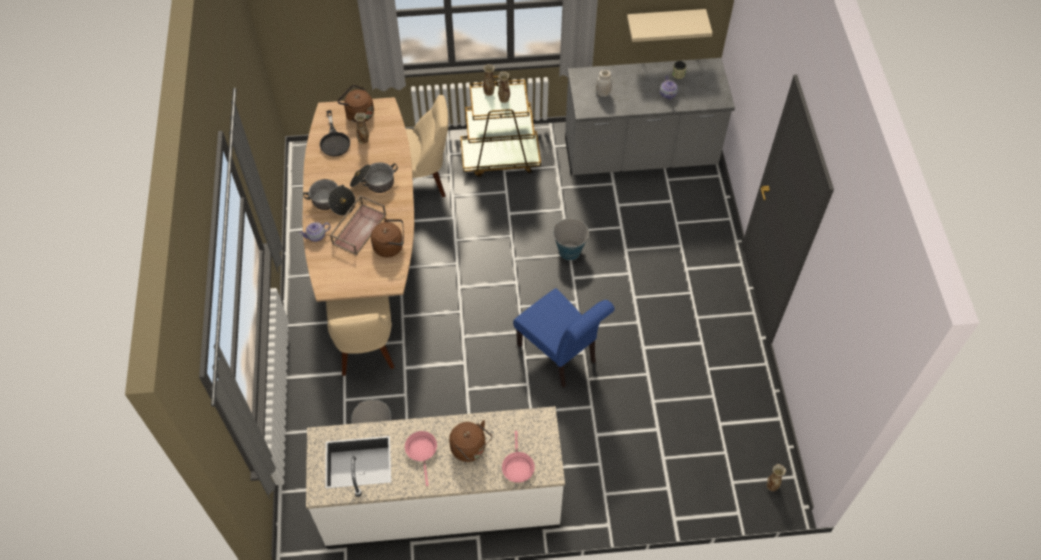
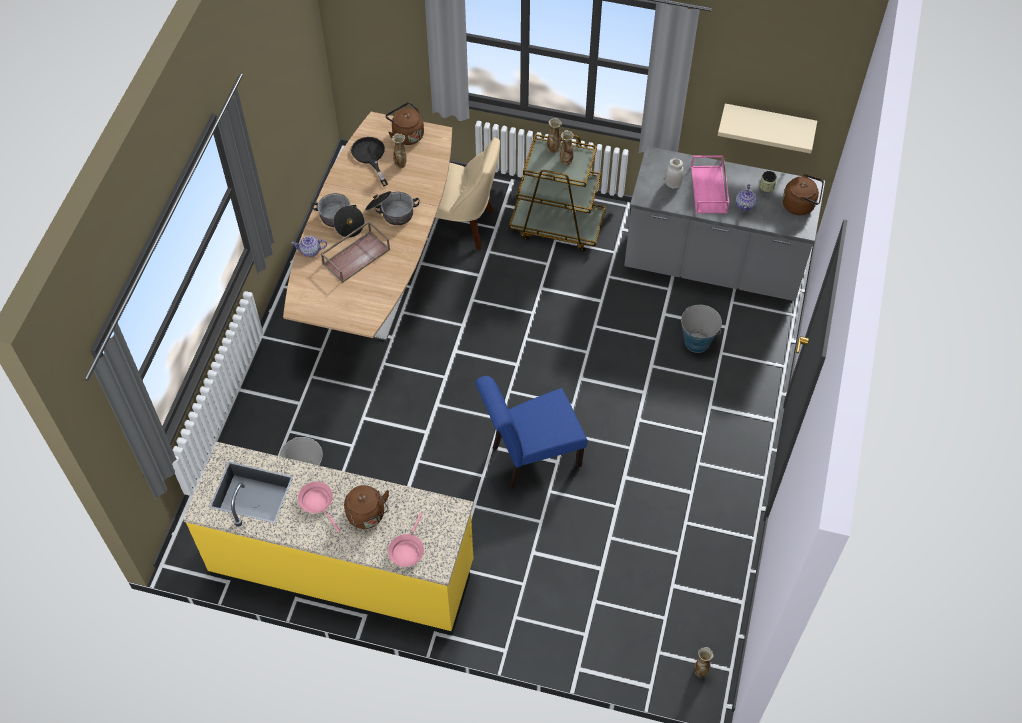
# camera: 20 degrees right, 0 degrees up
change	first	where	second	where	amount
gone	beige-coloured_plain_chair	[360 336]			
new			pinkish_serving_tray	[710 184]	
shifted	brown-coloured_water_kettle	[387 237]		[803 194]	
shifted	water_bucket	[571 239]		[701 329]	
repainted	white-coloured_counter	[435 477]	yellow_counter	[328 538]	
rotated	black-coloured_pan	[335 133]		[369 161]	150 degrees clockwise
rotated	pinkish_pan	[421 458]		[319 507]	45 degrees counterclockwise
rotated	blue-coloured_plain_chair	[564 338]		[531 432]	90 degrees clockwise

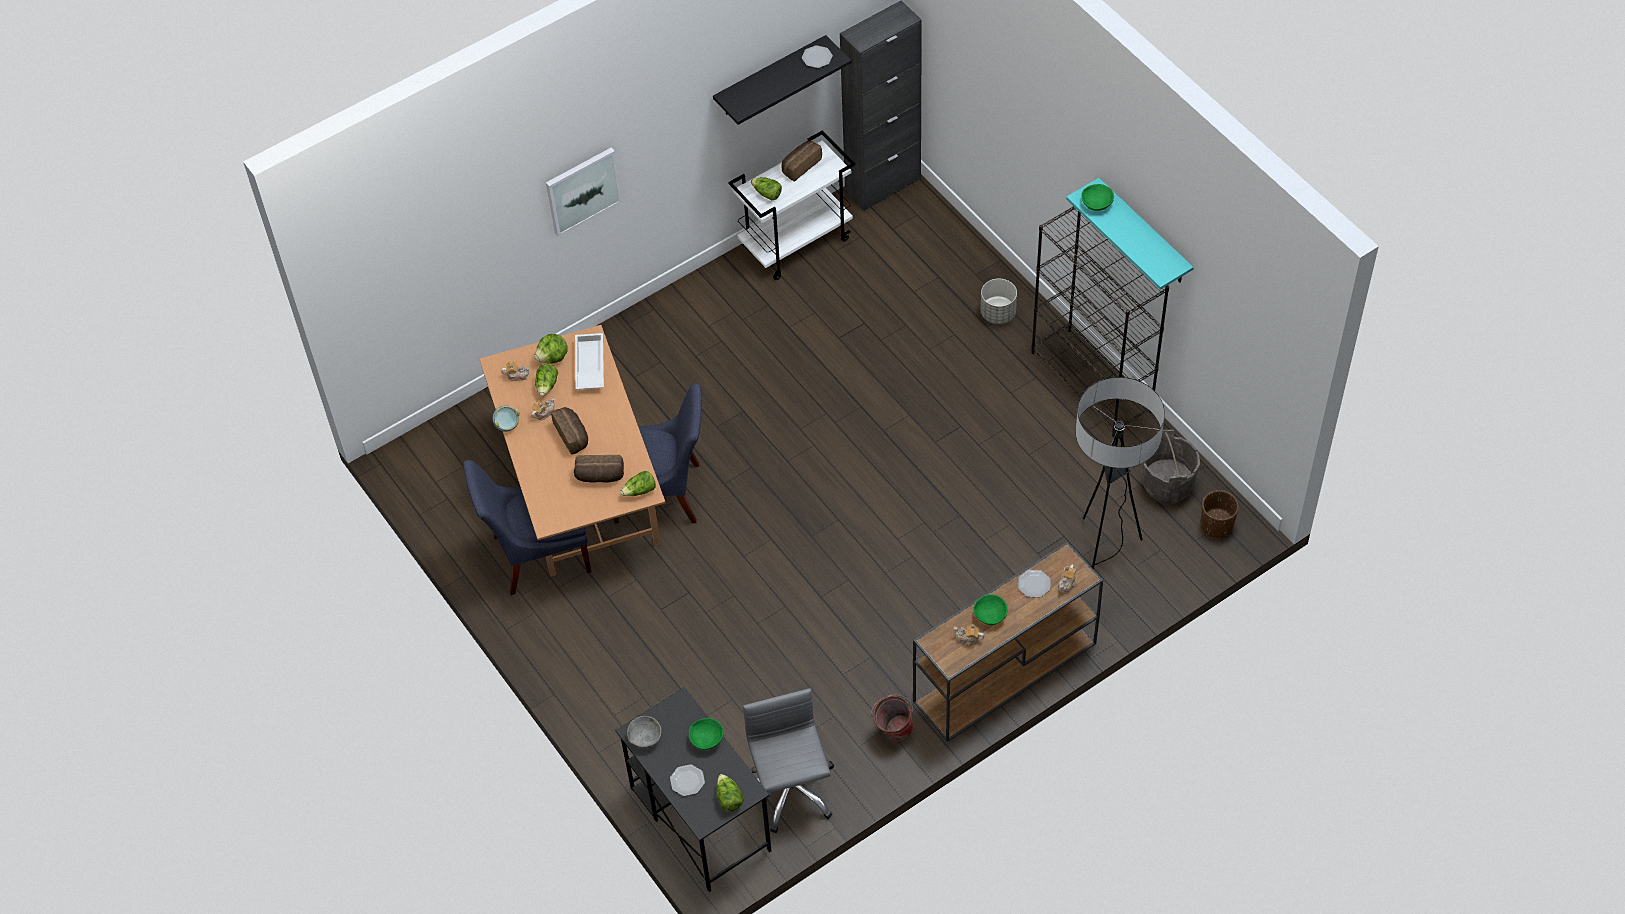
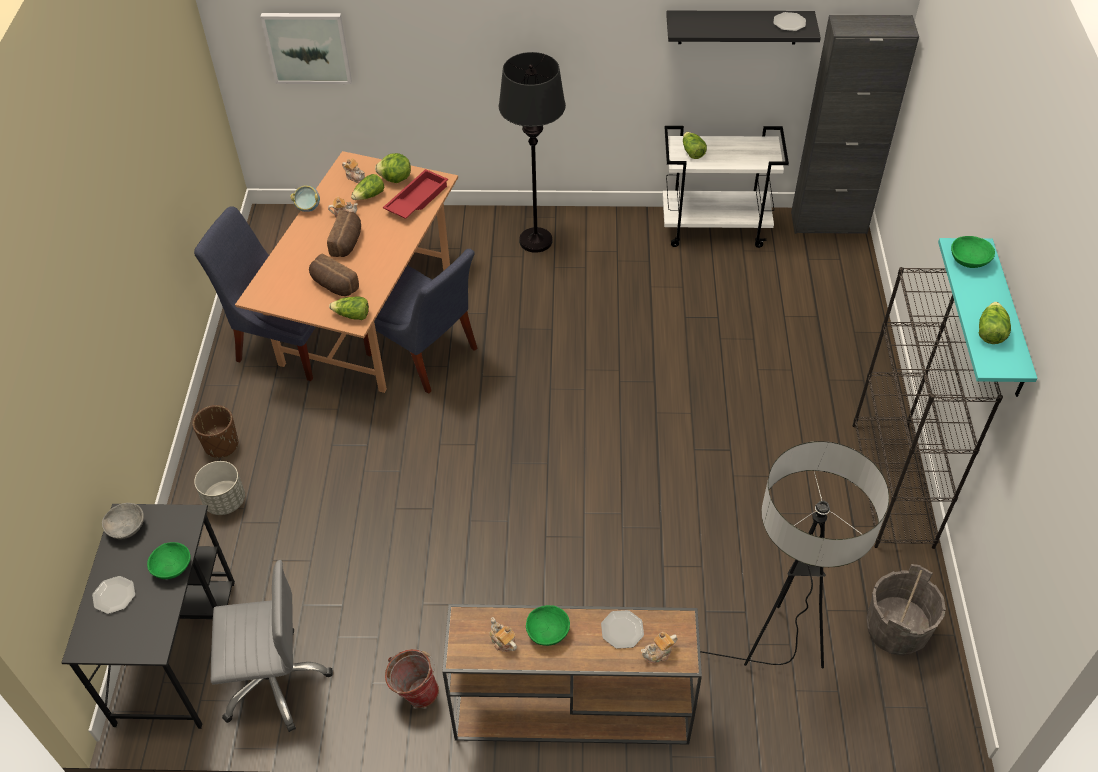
# camera: 35 degrees right, 5 degrees down
change	first	where	second	where	amount
gone	bakery_bread	[801 161]			
new			black-coloured_standard_lamp	[532 152]	
shifted	wall_picture	[584 192]		[306 48]	
shifted	head_of_lettuce	[729 792]		[995 323]	
shifted	grey_flower_pot	[999 301]		[219 488]	
shifted	brown-coloured_flower_pot	[1220 514]		[215 431]	
repainted	white-coloured_serving_tray	[589 361]	red_serving_tray	[415 194]	
rotated	grey_office_chair	[788 760]		[272 646]	60 degrees clockwise

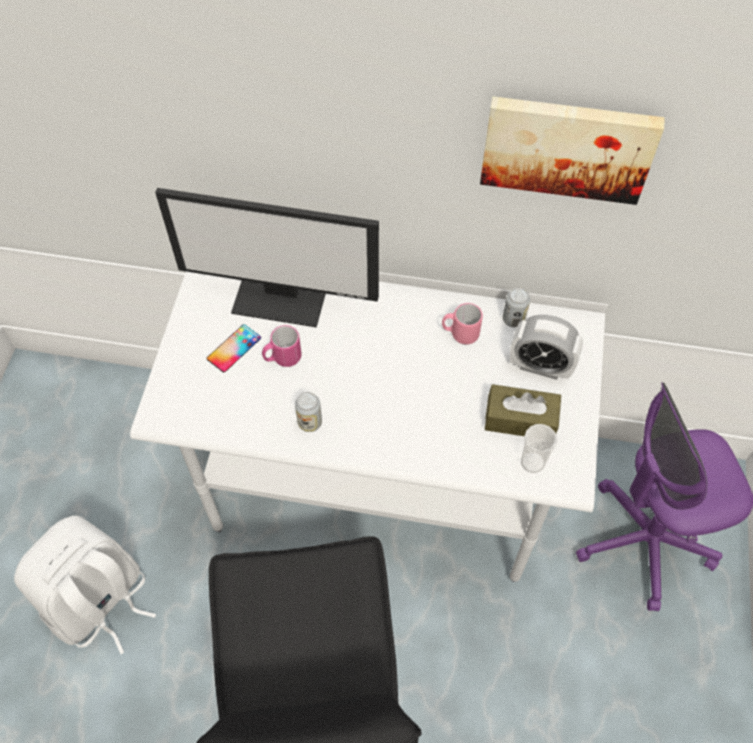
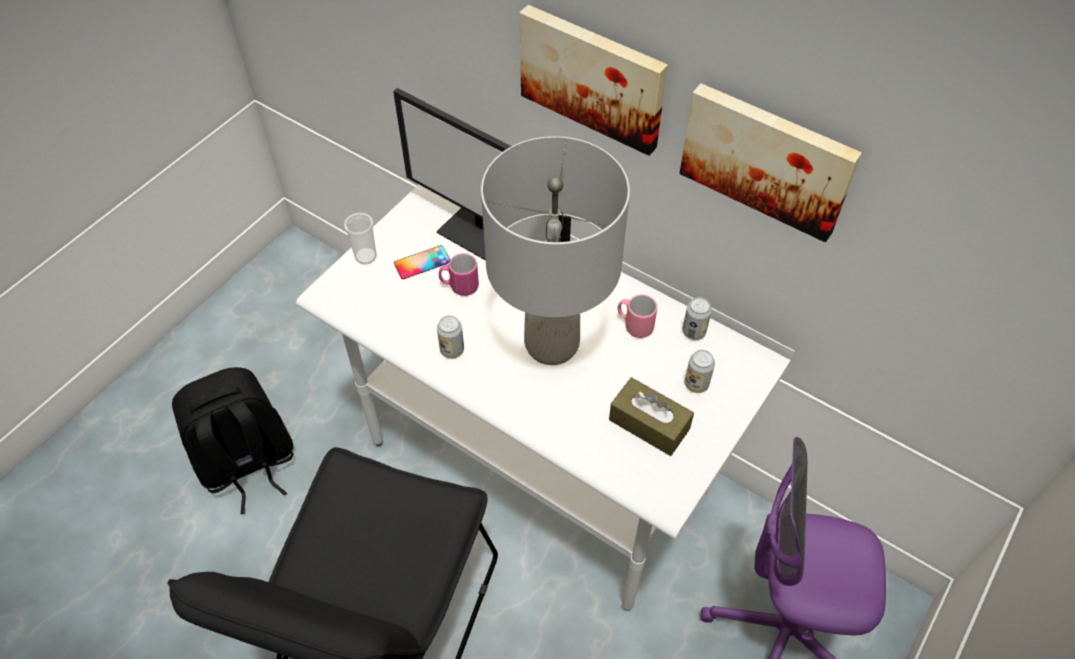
# camera: 25 degrees right, 5 degrees down
change	first	where	second	where	amount
new			grey_lamp_for_a_table	[555 250]	
new			wall_picture	[594 80]	
shifted	cup	[539 448]		[360 238]	
swapped	table_clock	[546 347]	can	[700 371]	
repainted	white-coloured_backpack	[85 585]	black-coloured_backpack	[233 440]	

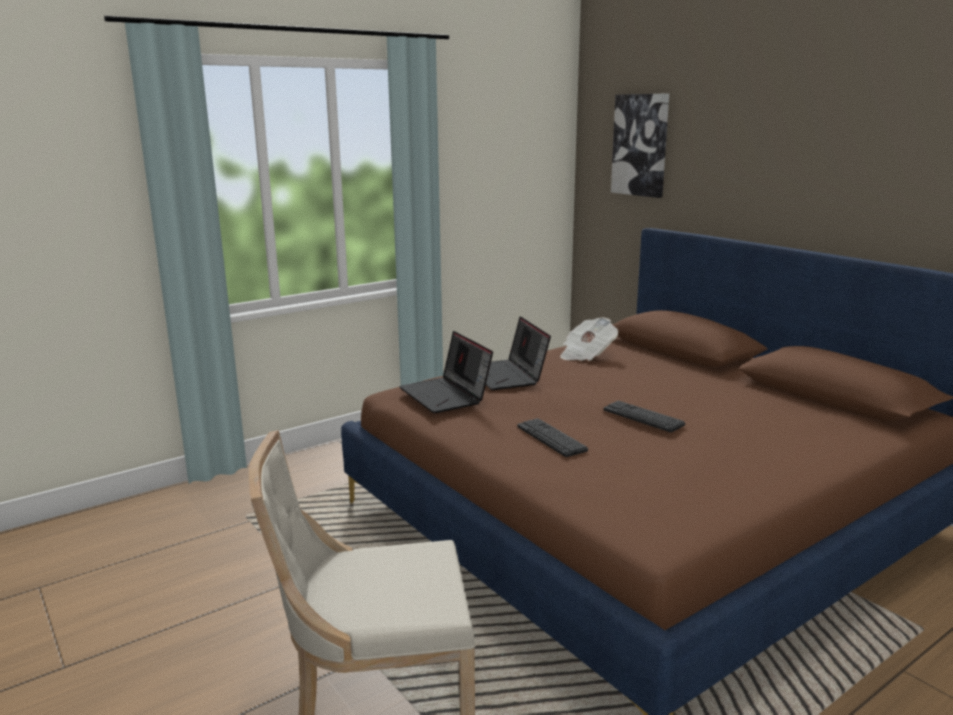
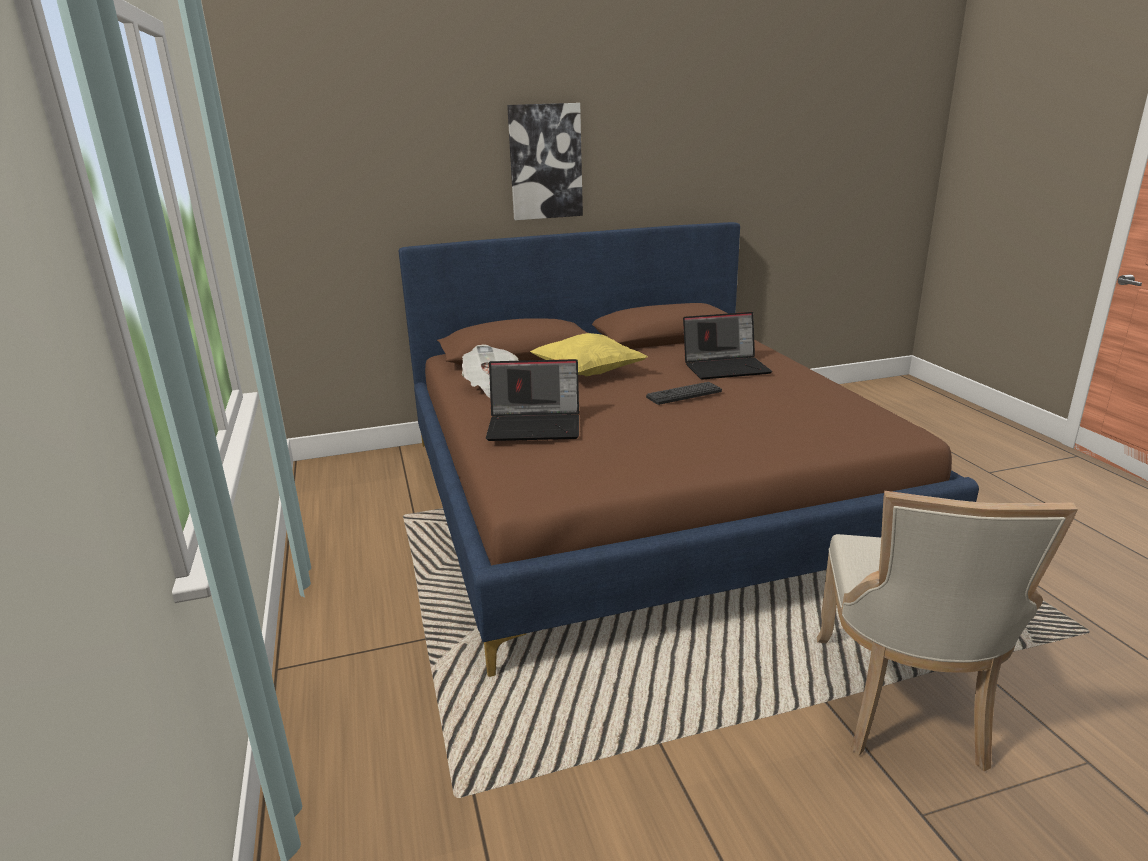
# camera: 70 degrees left, 5 degrees up
change	first	where	second	where	amount
gone	computer_keyboard	[553 437]			
new			yellow_throw_pillow	[589 354]	
shifted	notebook_computer	[446 372]		[727 346]	
shifted	wall_picture	[640 146]		[545 161]	

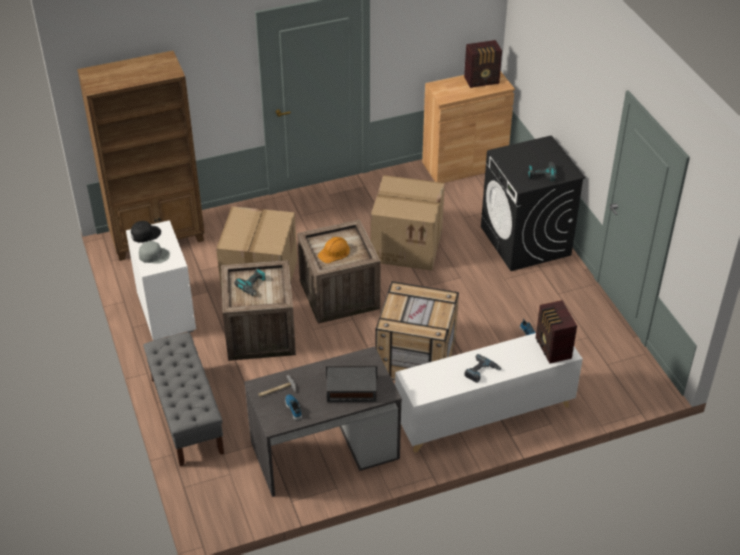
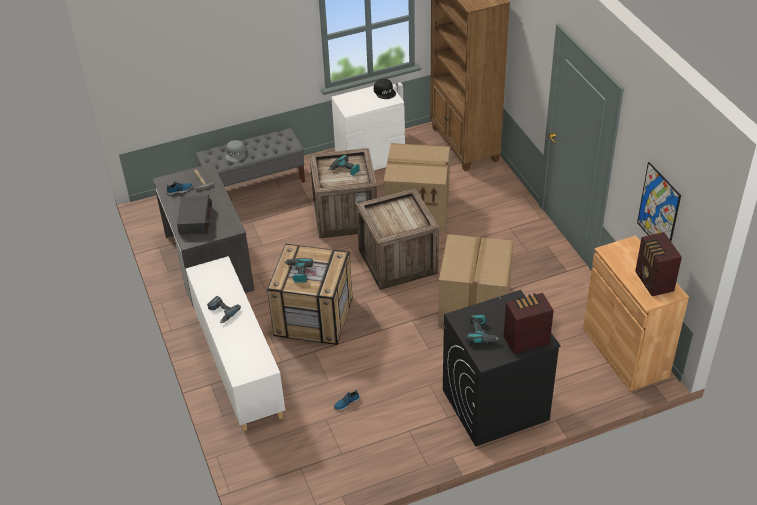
# camera: 90 degrees right, 0 degrees up
change	first	where	second	where	amount
gone	orangey_safety_helmet	[334 250]			
new			power_drill	[298 270]	
new			wall_picture	[659 201]	
shifted	grey_peaked_cap	[154 252]		[235 151]	
shifted	radio_receiver	[556 331]		[529 323]	

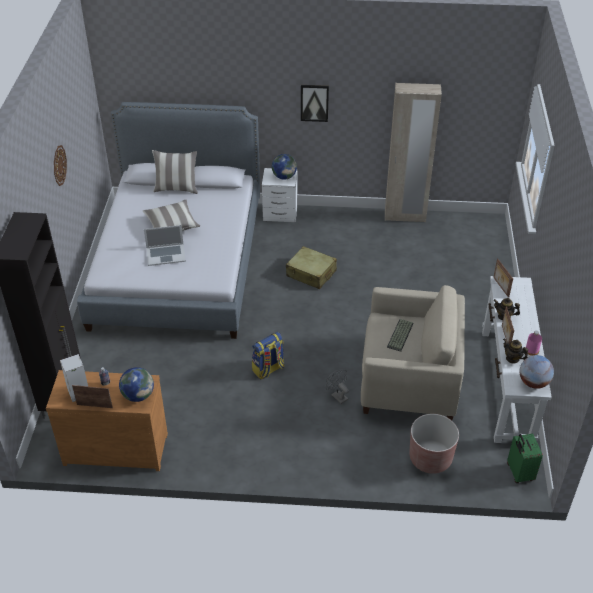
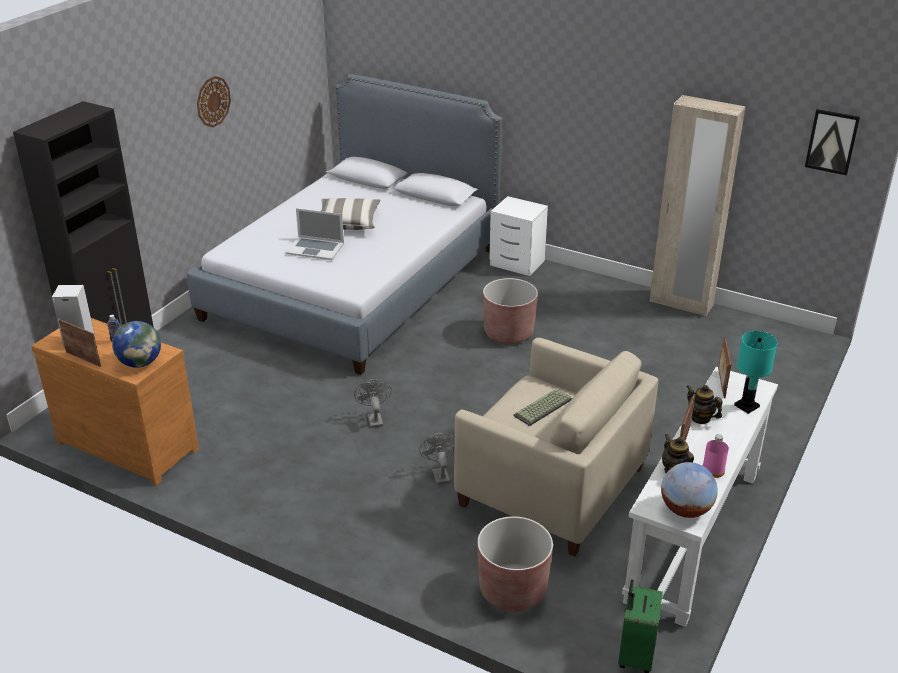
# camera: 25 degrees right, 10 degrees down
change	first	where	second	where	amount
gone	throw_pillow	[175 172]			
gone	desk_globe	[284 167]			
new			turquoise_lamp_for_a_table	[756 372]	
shifted	wall_picture	[315 103]		[832 142]	
swapped	backpack	[268 355]	grey_fan	[372 403]	
swapped	beige-coloured_piece_of_luggage	[311 267]	brown-coloured_flower_pot	[510 311]	

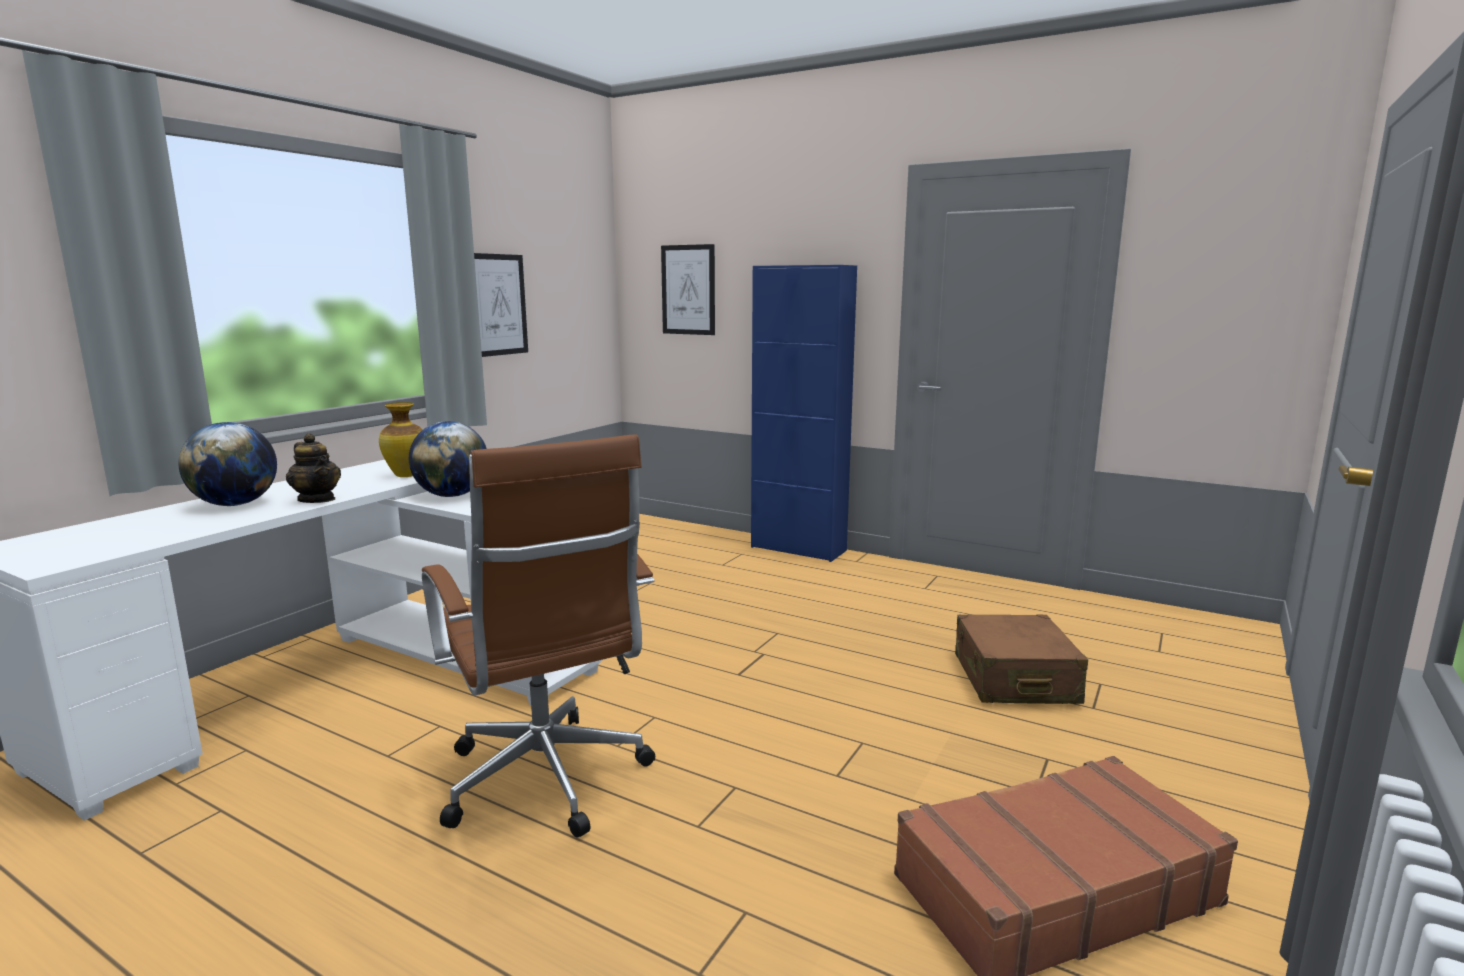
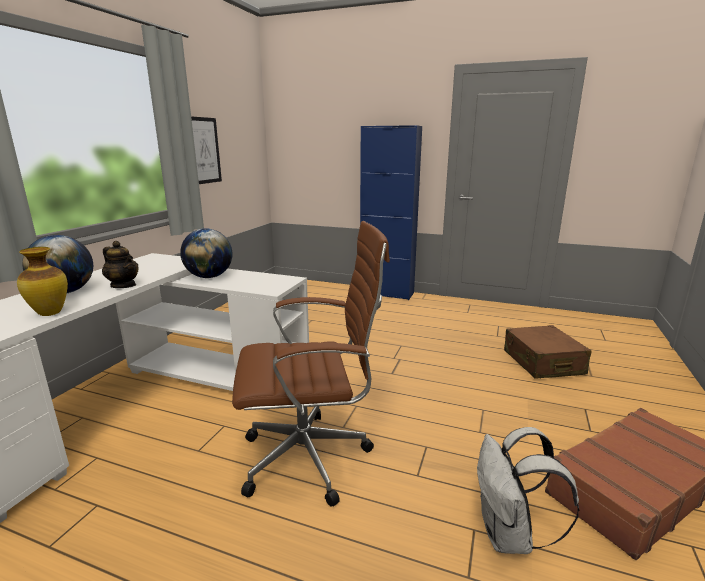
# camera: 10 degrees left, 5 degrees up
change	first	where	second	where	amount
gone	wall_picture	[688 289]			
new			white-coloured_backpack	[528 490]	
shifted	flower_vase	[401 439]		[42 281]	
rotated	brown-coloured_office_chair	[538 635]		[311 364]	60 degrees counterclockwise

